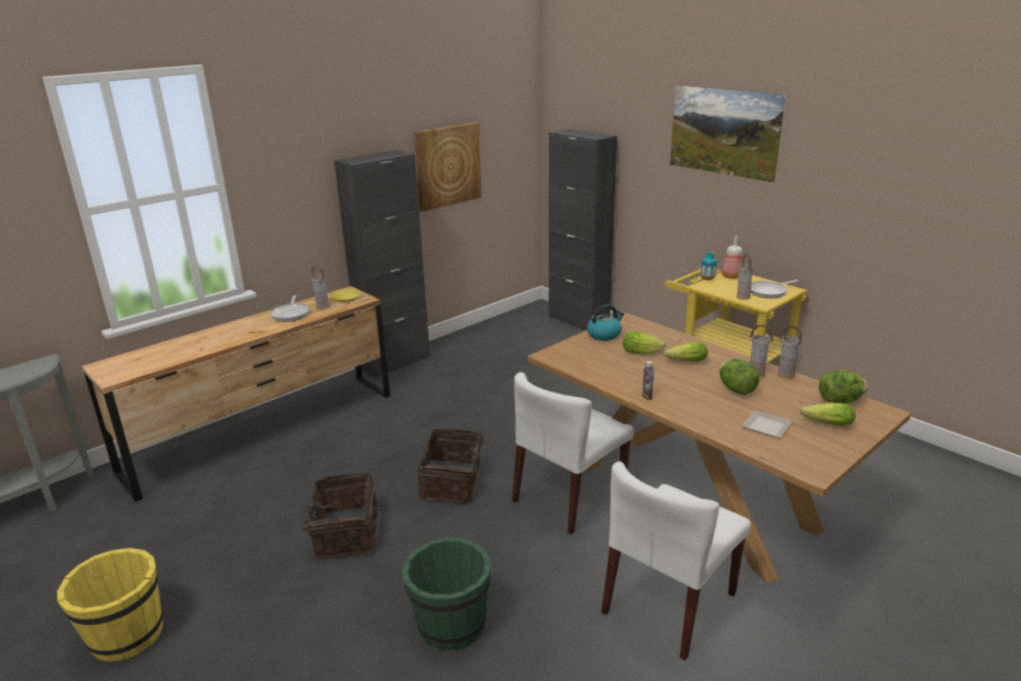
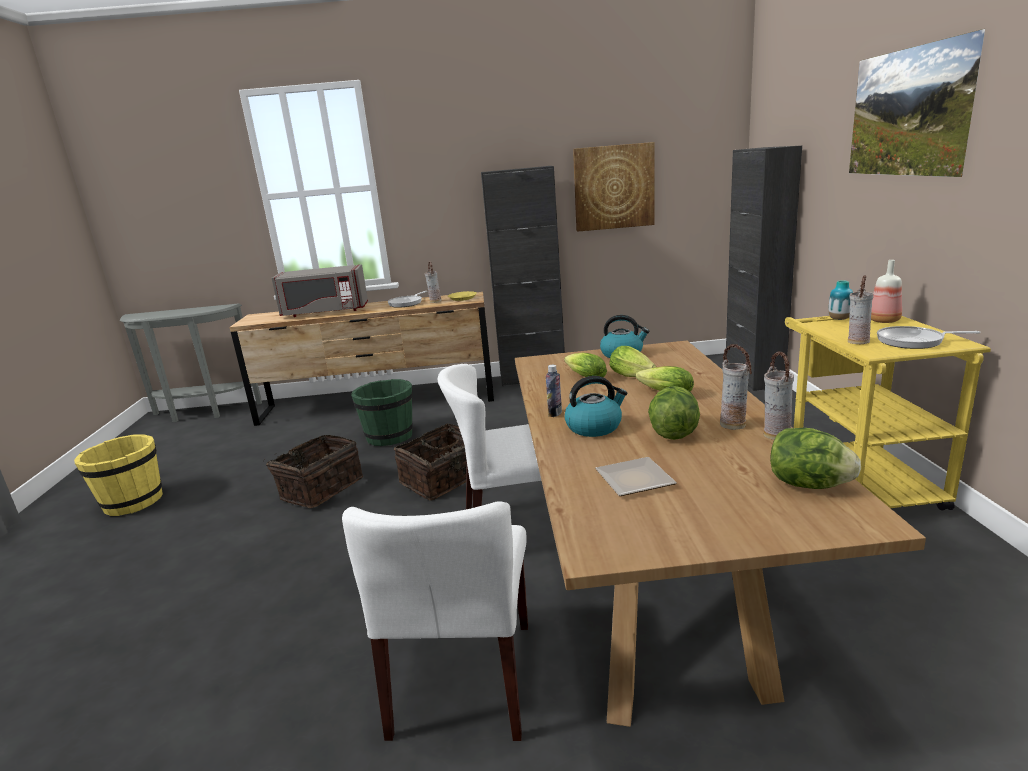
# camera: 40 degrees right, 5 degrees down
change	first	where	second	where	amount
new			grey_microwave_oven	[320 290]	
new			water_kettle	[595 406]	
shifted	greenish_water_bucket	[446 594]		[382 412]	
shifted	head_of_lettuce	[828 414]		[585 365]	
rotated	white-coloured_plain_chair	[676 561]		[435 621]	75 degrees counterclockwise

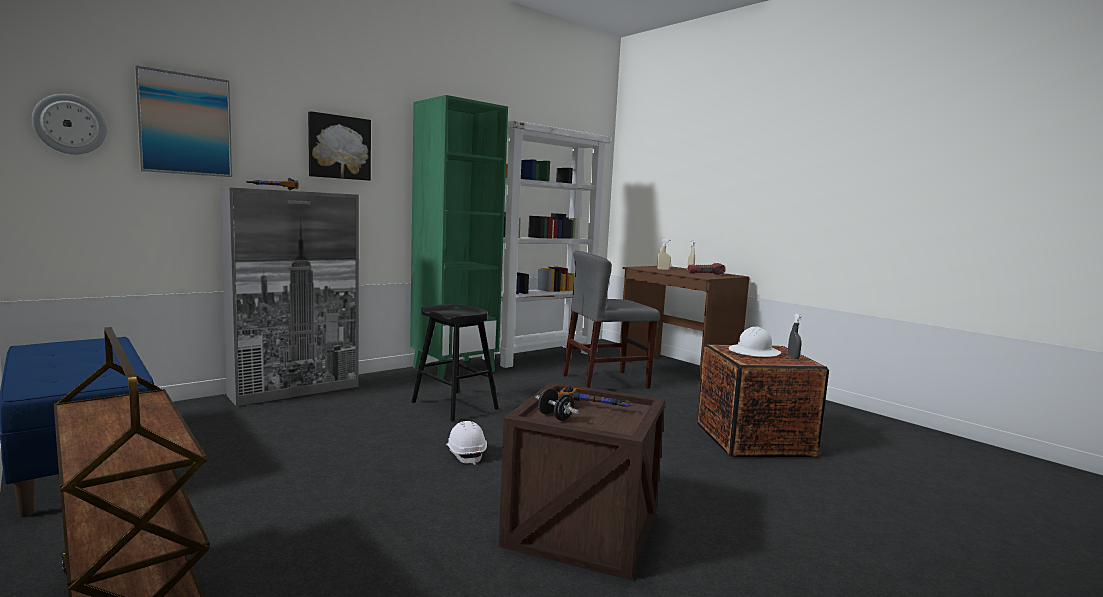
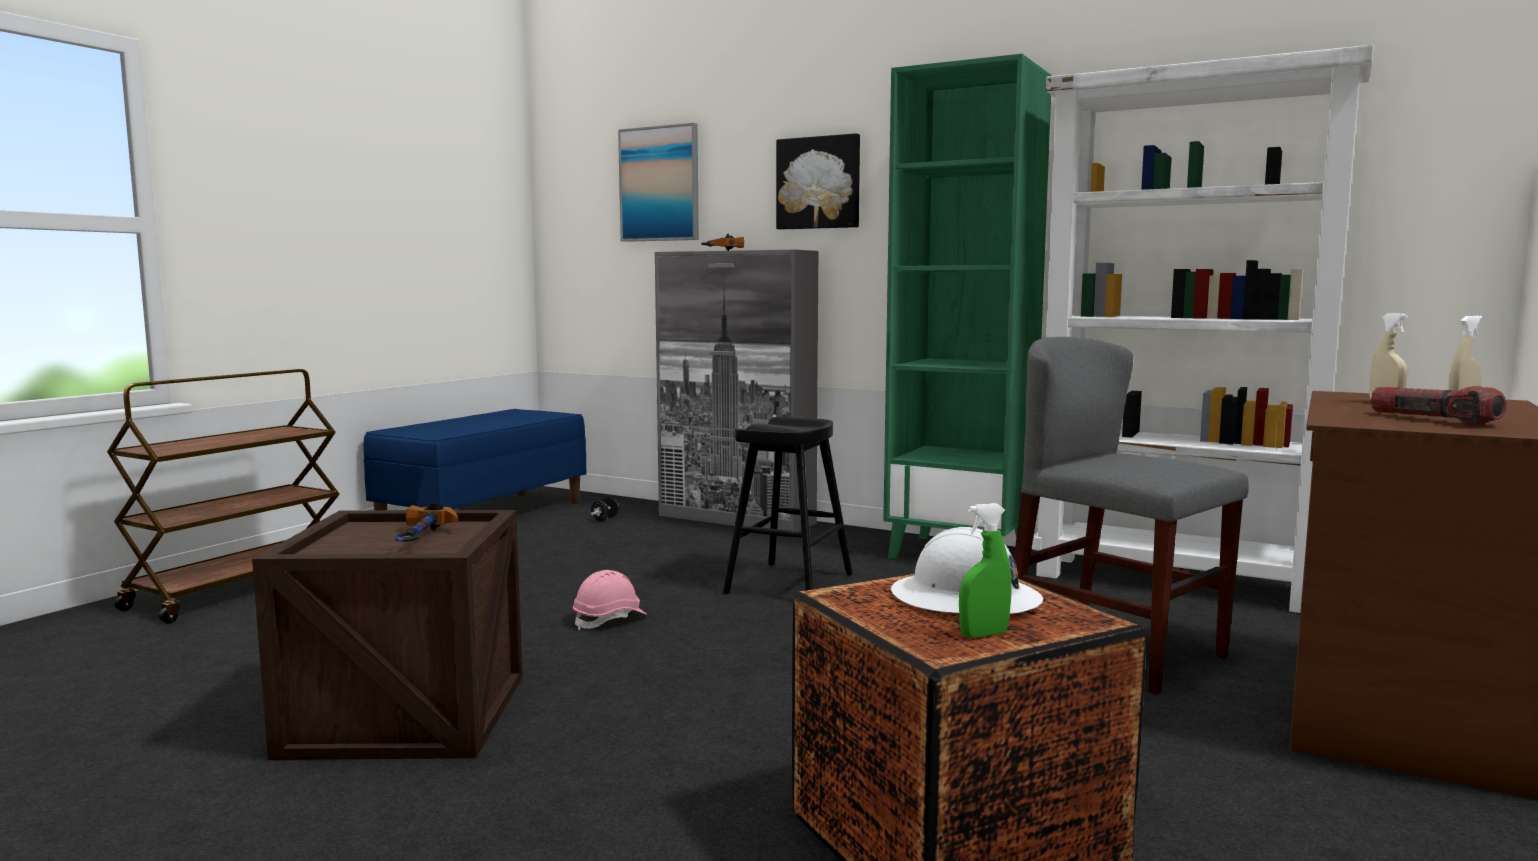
# camera: 70 degrees right, 0 degrees up
change	first	where	second	where	amount
gone	clock_on_the_wall	[69 124]			
shifted	black-coloured_hand_weight	[557 404]		[605 509]	
repainted	white-coloured_safety_helmet	[466 443]	pinkish_safety_helmet	[610 600]	
repainted	grey_spray_bottle	[795 336]	greenish_spray_bottle	[985 570]	

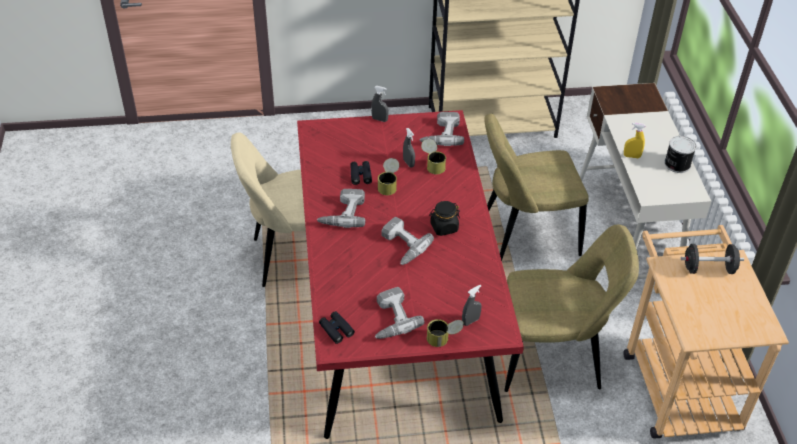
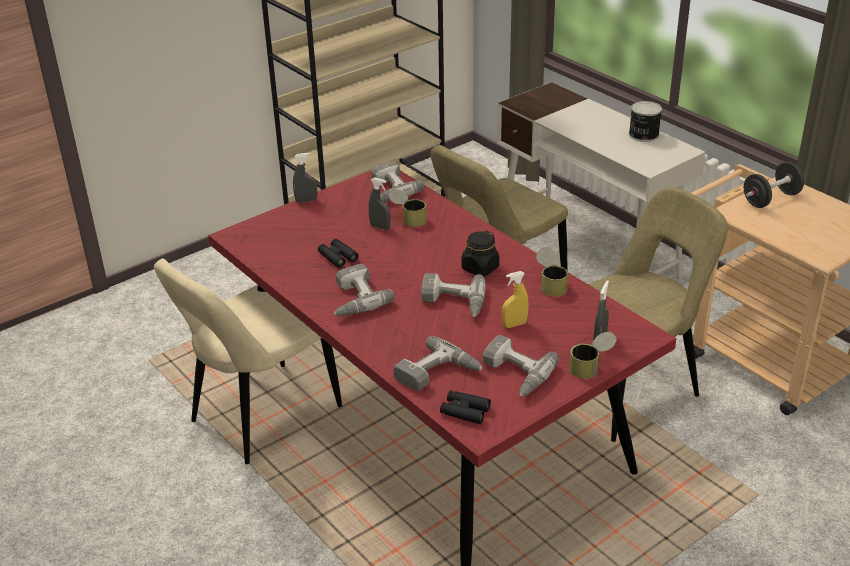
# camera: 30 degrees left, 10 degrees down
change	first	where	second	where	amount
new			power_drill	[437 363]	
shifted	can	[389 176]		[552 272]	
shifted	yellow_spray_bottle	[634 140]		[515 299]	

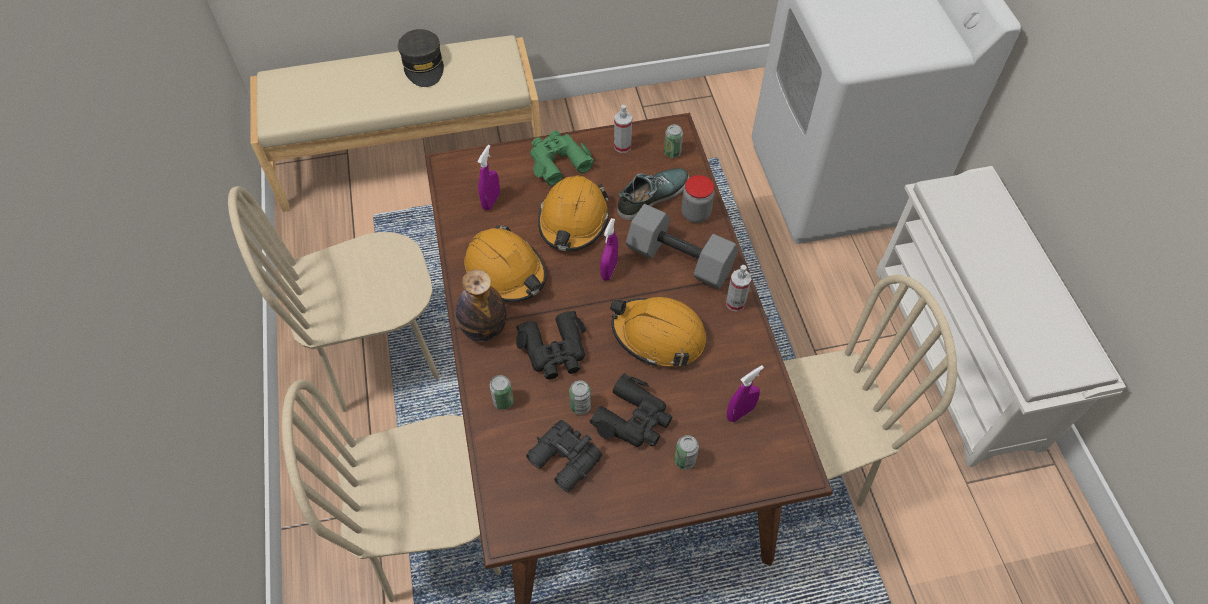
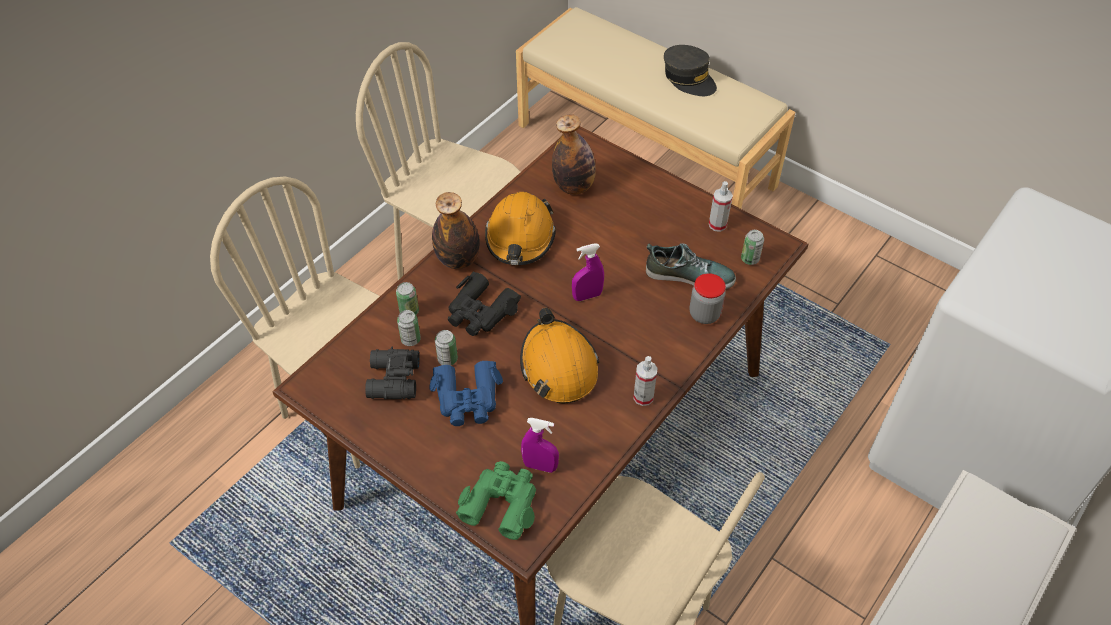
# camera: 50 degrees right, 5 degrees down
change	first	where	second	where	amount
gone	orangey_safety_helmet	[573 213]			
gone	grey_hand_weight	[682 246]			
shifted	greenish_field_glasses	[562 158]		[496 500]	
shifted	can	[686 452]		[409 328]	
swapped	purple-coloured_spray_bottle	[489 178]	beverage_bottle	[574 154]	
repainted	black-coloured_field_glasses	[631 410]	blue-coloured_field_glasses	[466 393]	
rotated	grey_peaked_cap	[421 58]		[690 70]	75 degrees counterclockwise

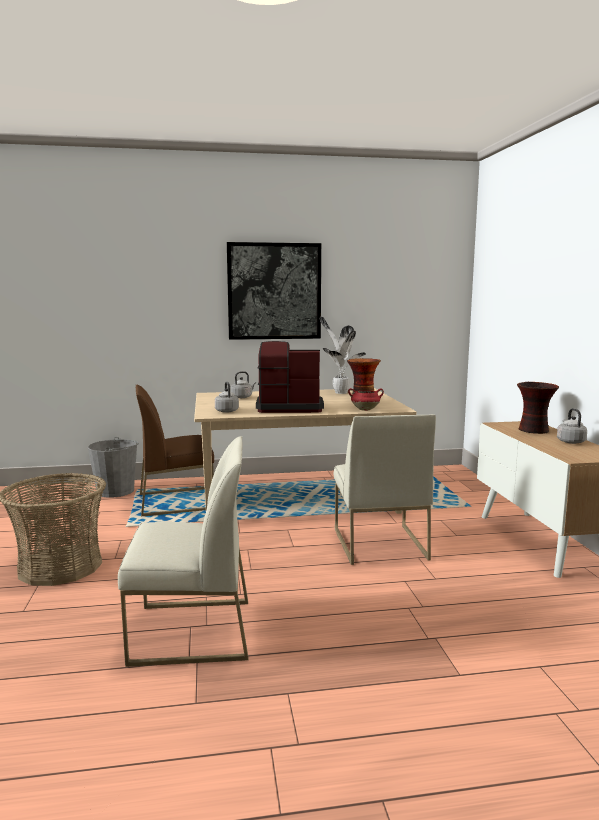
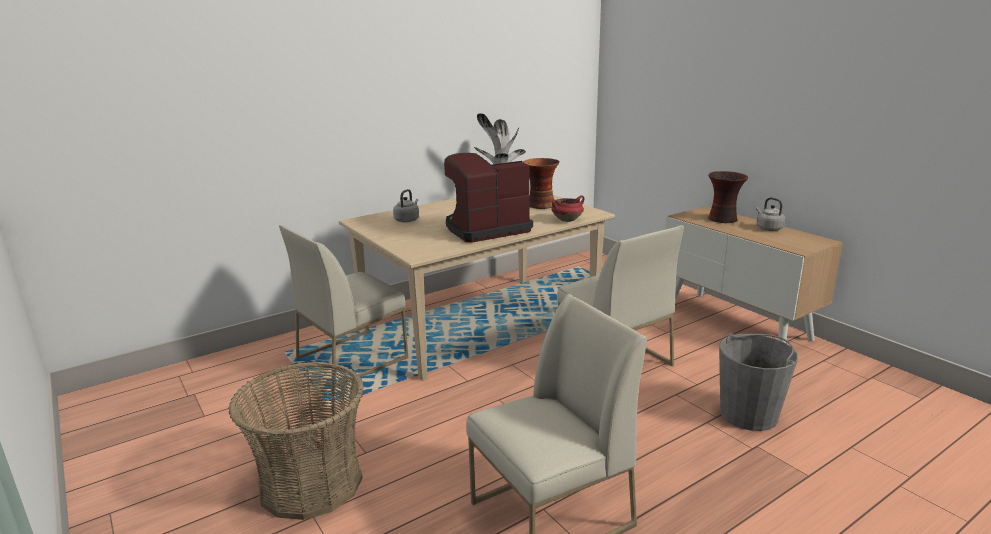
# camera: 25 degrees left, 10 degrees up
change	first	where	second	where	amount
gone	grey_water_kettle	[227 397]			
gone	wall_picture	[274 291]			
shifted	grey_water_bucket	[113 467]		[758 382]	
repainted	brown-coloured_plain_chair	[175 451]	white-coloured_plain_chair	[343 306]	

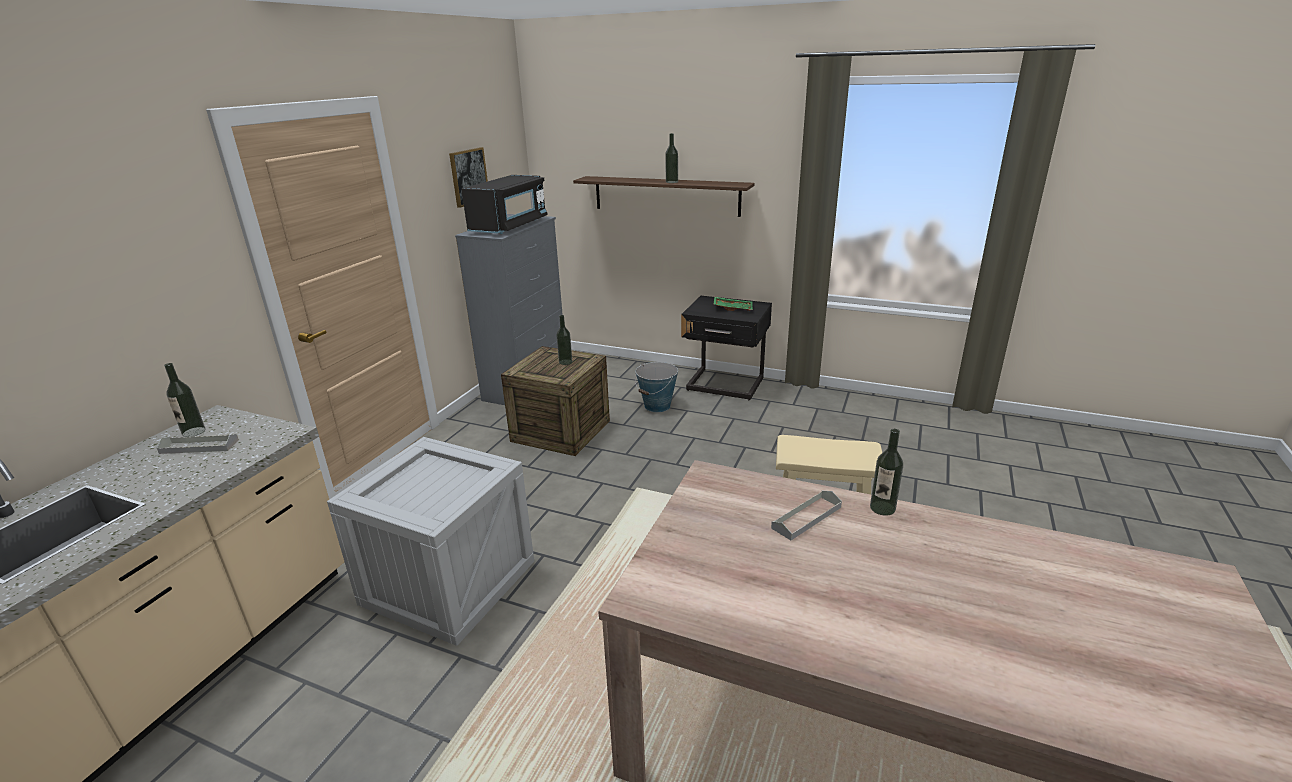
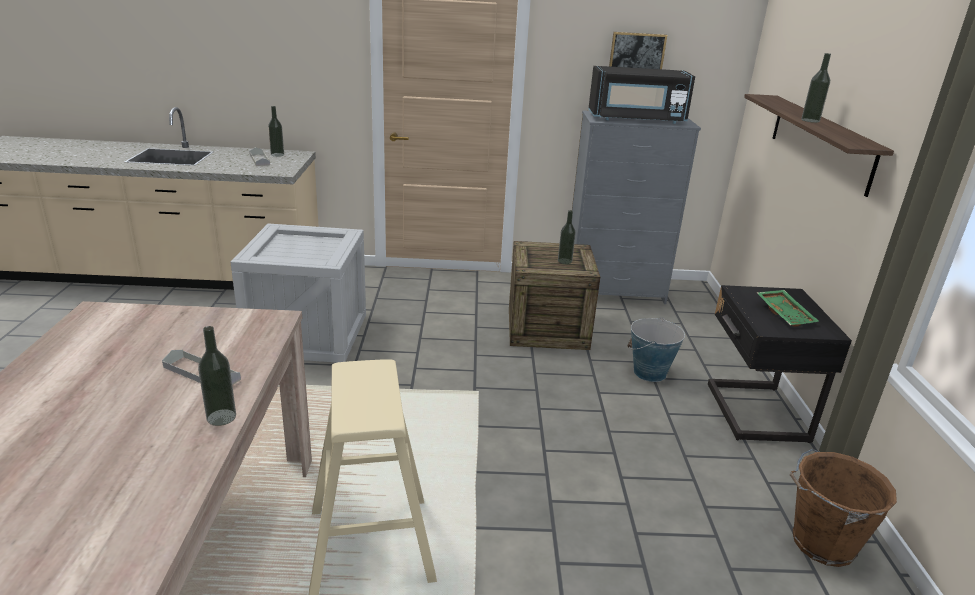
# camera: 65 degrees right, 0 degrees up
change	first	where	second	where	amount
new			brown-coloured_water_bucket	[843 508]	

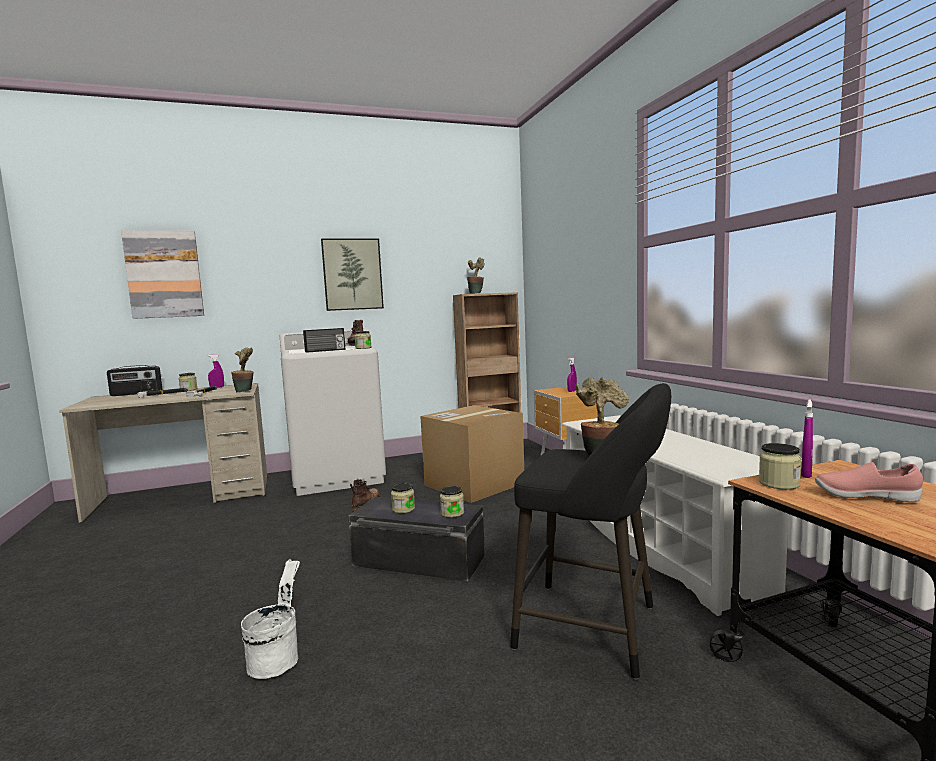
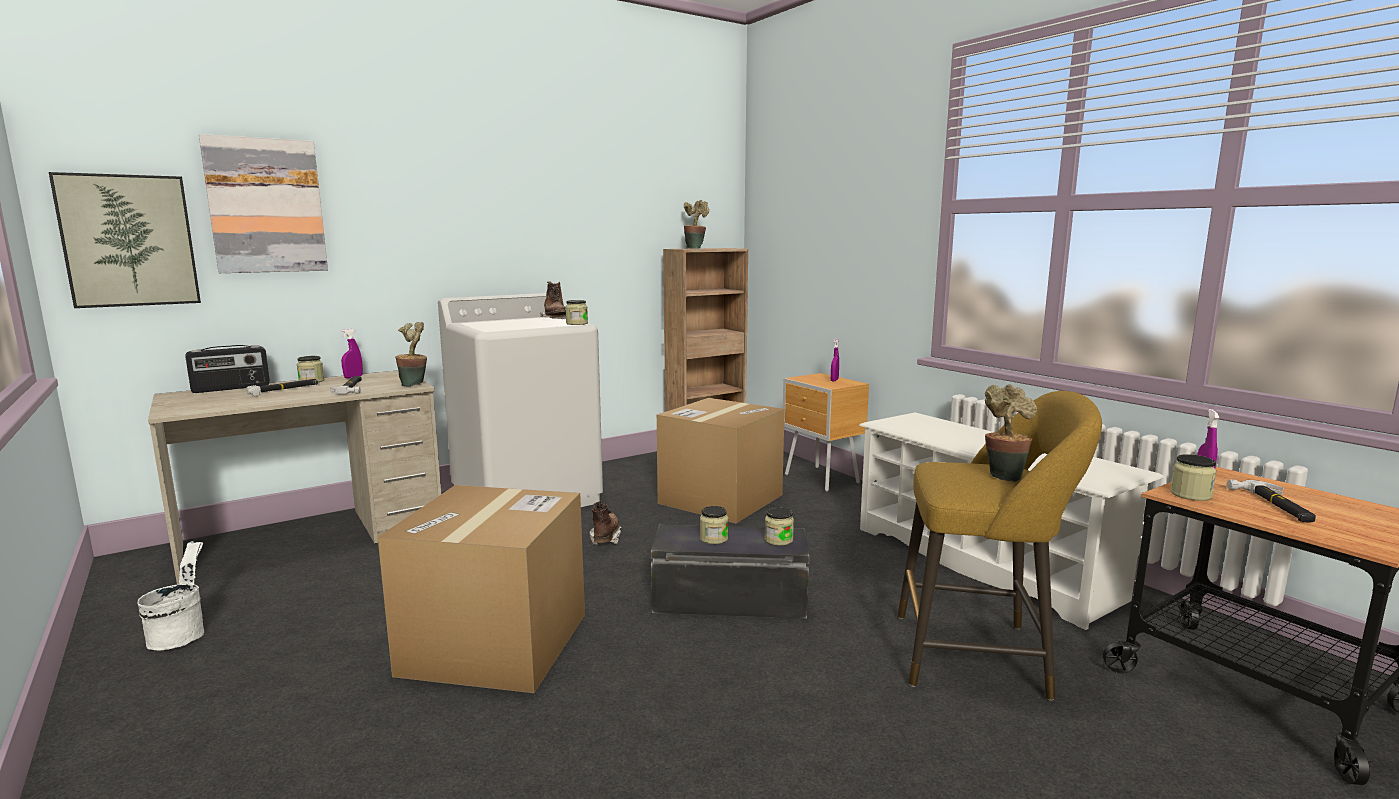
# camera: 15 degrees left, 5 degrees up
change	first	where	second	where	amount
gone	radio_receiver	[324 340]			
new			cardboard_box	[481 589]	
shifted	white-coloured_water_bucket	[270 619]		[170 595]	
shifted	wall_picture	[352 275]		[125 240]	
swapped	pinkish_shoe	[869 482]	hand_hammer	[1271 501]	
repainted	black-coloured_sitting_stool	[590 531]	yellow_sitting_stool	[1000 546]	

